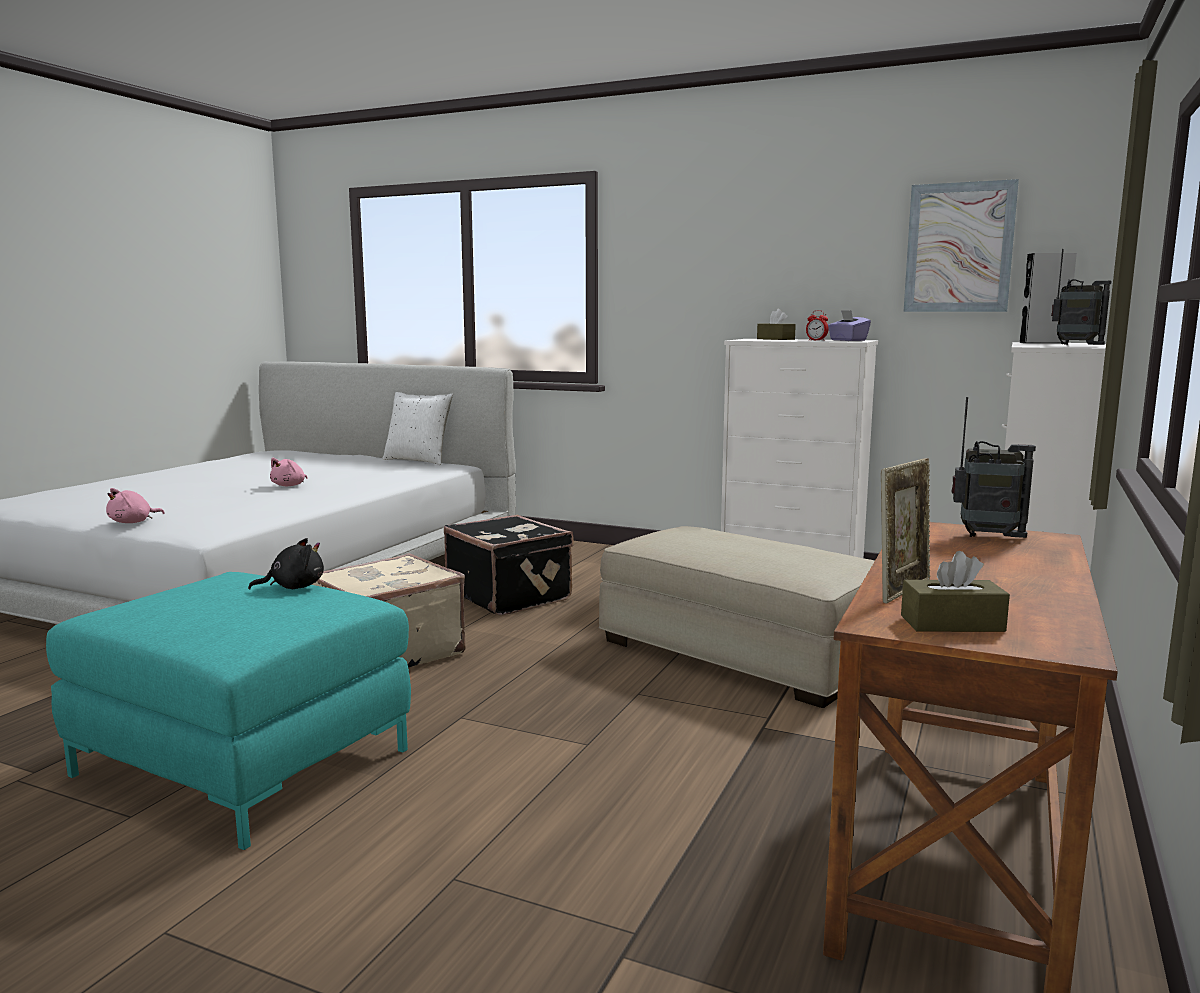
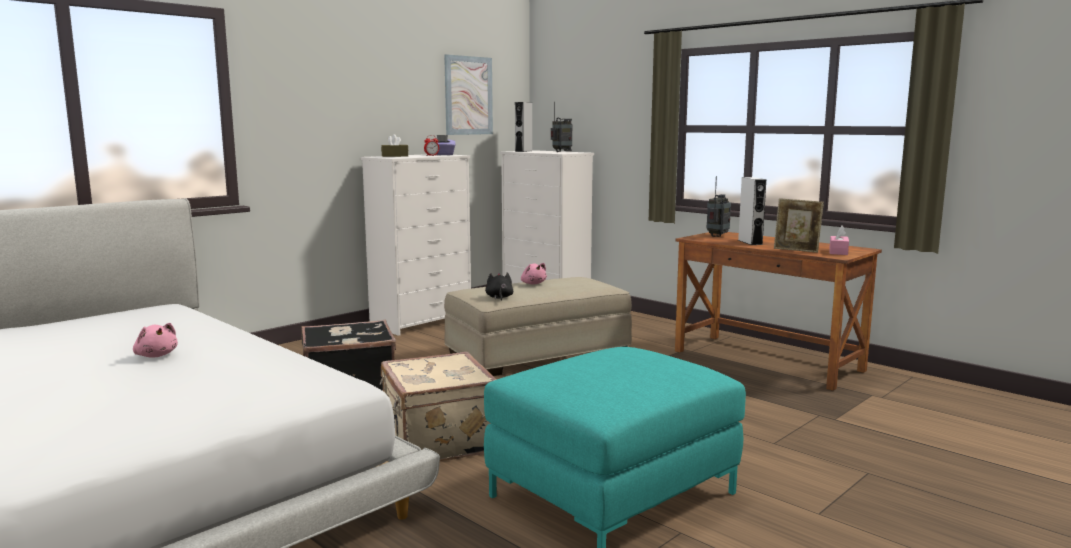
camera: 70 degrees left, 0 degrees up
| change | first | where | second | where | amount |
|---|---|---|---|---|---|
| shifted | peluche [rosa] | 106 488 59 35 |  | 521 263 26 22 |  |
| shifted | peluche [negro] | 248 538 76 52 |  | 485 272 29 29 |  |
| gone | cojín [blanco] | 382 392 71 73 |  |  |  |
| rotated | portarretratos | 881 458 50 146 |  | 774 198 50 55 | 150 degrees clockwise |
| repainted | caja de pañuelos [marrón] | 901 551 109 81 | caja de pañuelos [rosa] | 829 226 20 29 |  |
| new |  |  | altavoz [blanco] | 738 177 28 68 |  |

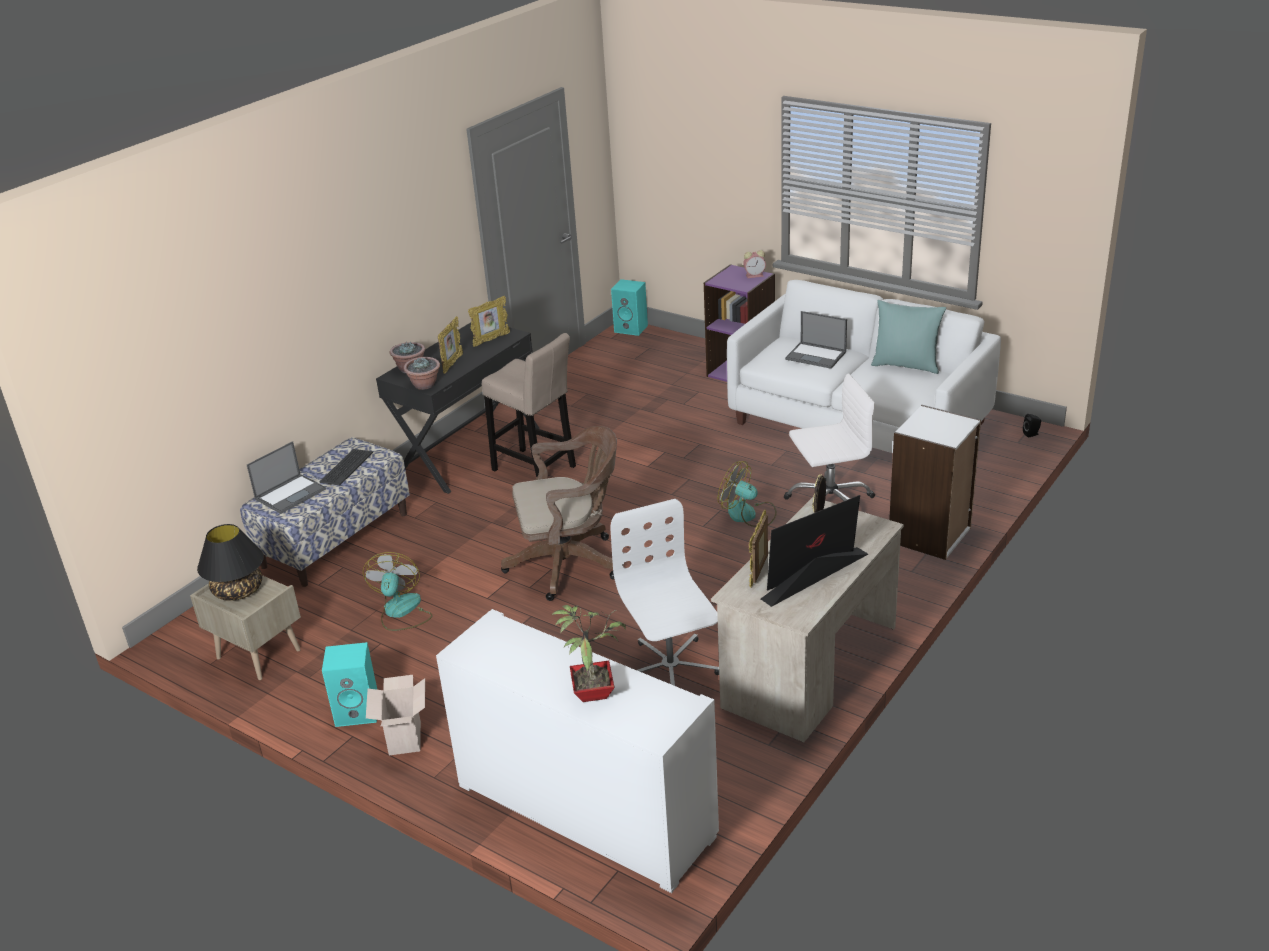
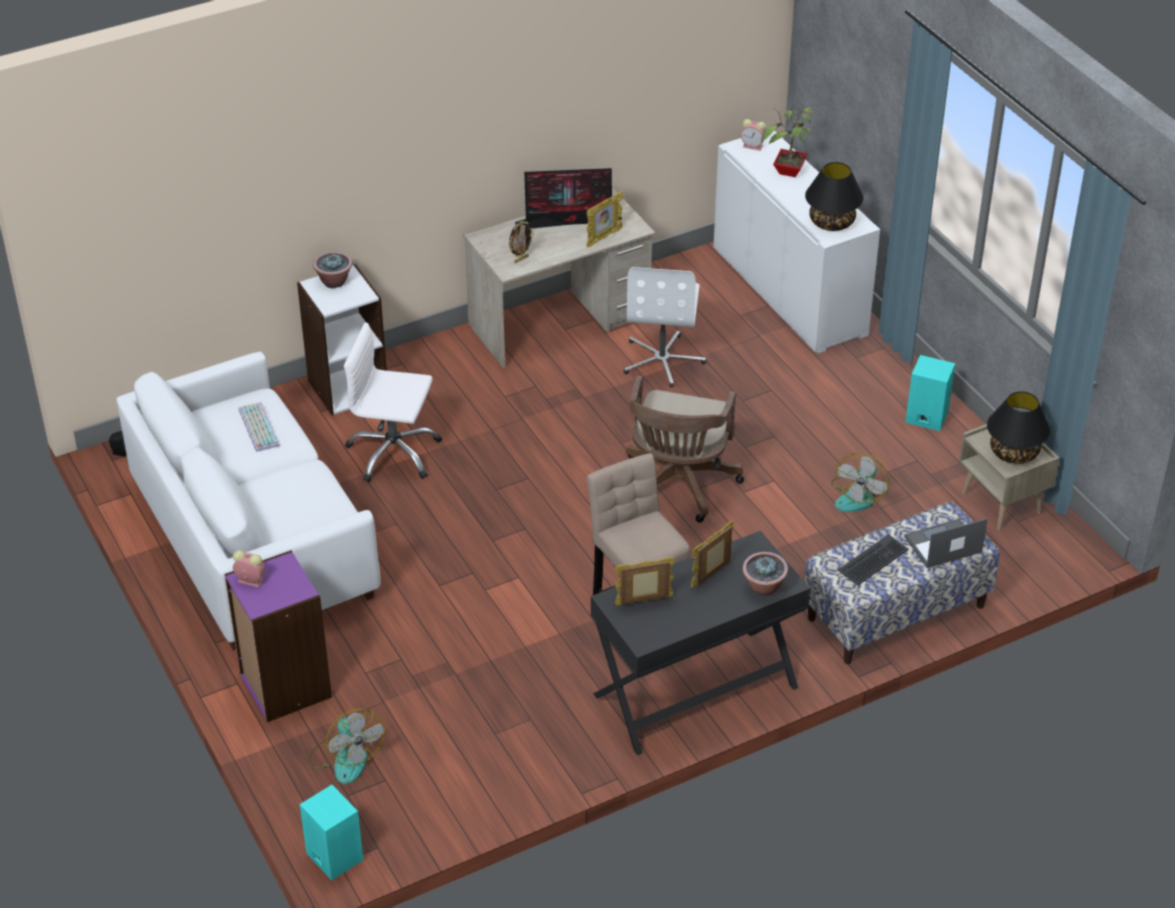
camera: 155 degrees left, 10 degrees up
| change | first | where | second | where | amount |
|---|---|---|---|---|---|
| gone | caja de cartón | 366 675 59 80 |  |  |  |
| shifted | planta en maceta | 404 357 36 33 |  | 313 252 39 36 |  |
| rotated | silla de oficina [marrón] | 501 426 116 175 |  | 626 375 118 148 | 90 degrees counterclockwise |
| shifted | ventilador | 717 461 60 66 |  | 307 709 78 75 |  |
| gone | portátil | 785 311 62 58 |  |  |  |
| gone | cojín [turquesa] | 871 300 75 74 |  |  |  |
| new |  |  | teclado | 239 402 41 50 |  |
| new |  |  | despertador | 741 119 25 32 |  |
| new |  |  | lámpara de mesa [negro] | 805 162 58 69 |  |

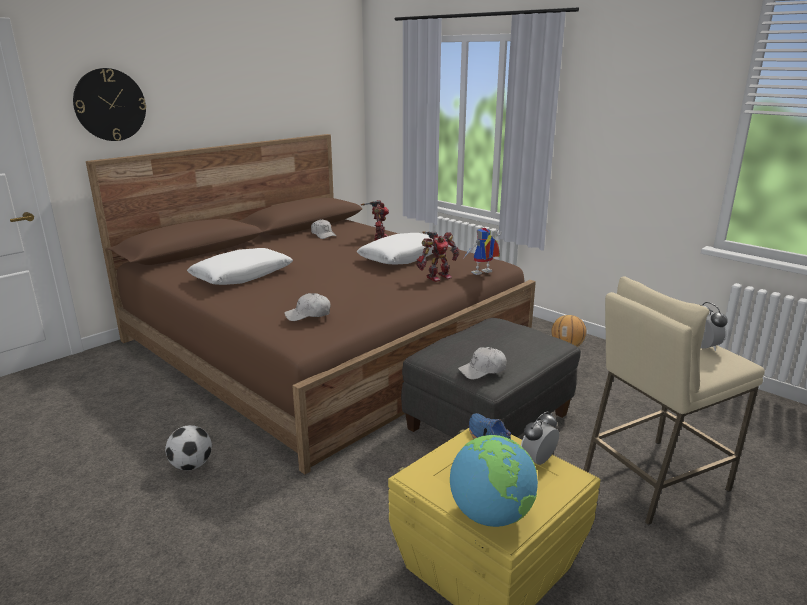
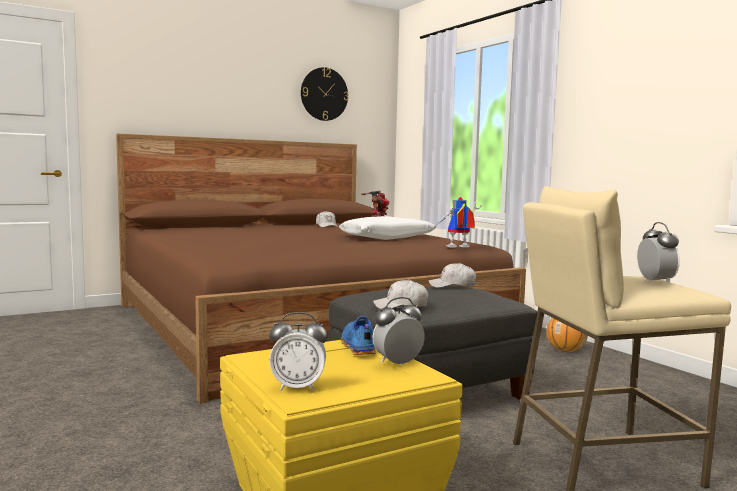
camera: 15 degrees right, 15 degrees down
| change | first | where | second | where | amount |
|---|---|---|---|---|---|
| shifted | reloj de pared | 73 68 73 73 |  | 301 67 48 54 |  |
| gone | balón de fútbol | 165 425 47 45 |  |  |  |
| gone | cojín [blanco] | 187 248 106 37 |  |  |  |
| shifted | gorra [blanco] | 284 293 46 28 |  | 428 263 48 25 |  |
| gone | robot de juguete | 417 231 42 51 |  |  |  |
| swapped | globo terráqueo | 450 435 88 92 | despertador | 269 312 59 79 |  |

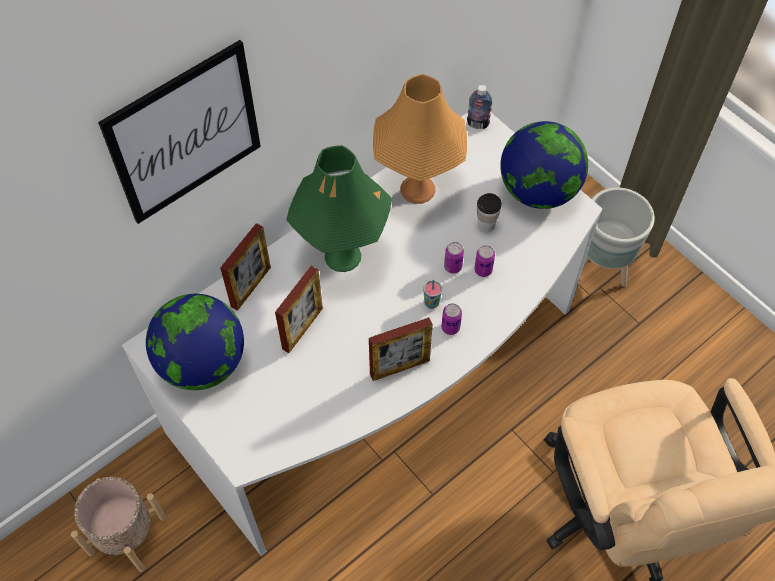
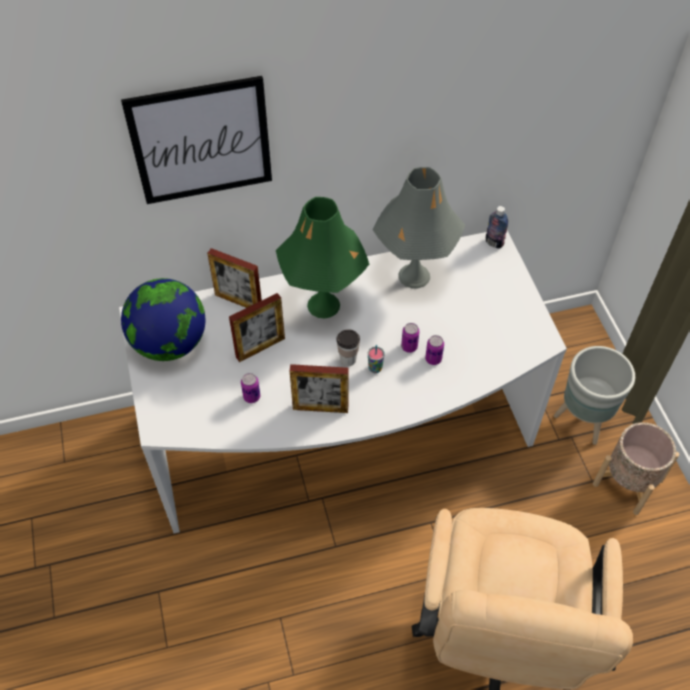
camera: 25 degrees right, 5 degrees down
| change | first | where | second | where | amount |
|---|---|---|---|---|---|
| shifted | maceta [beis] | 71 477 95 95 |  | 593 422 86 93 |  |
| rotated | portarretratos | 220 223 51 88 |  | 207 248 55 60 | 60 degrees clockwise |
| repainted | lámpara de mesa [naranja] | 373 74 94 130 | lámpara de mesa [gris] | 373 167 92 121 |  |
| shifted | lata | 441 303 21 32 |  | 241 373 19 30 |  |
| shifted | taza | 477 193 25 39 |  | 336 329 24 37 |  |
| gone | globo terráqueo | 500 121 88 88 |  |  |  |

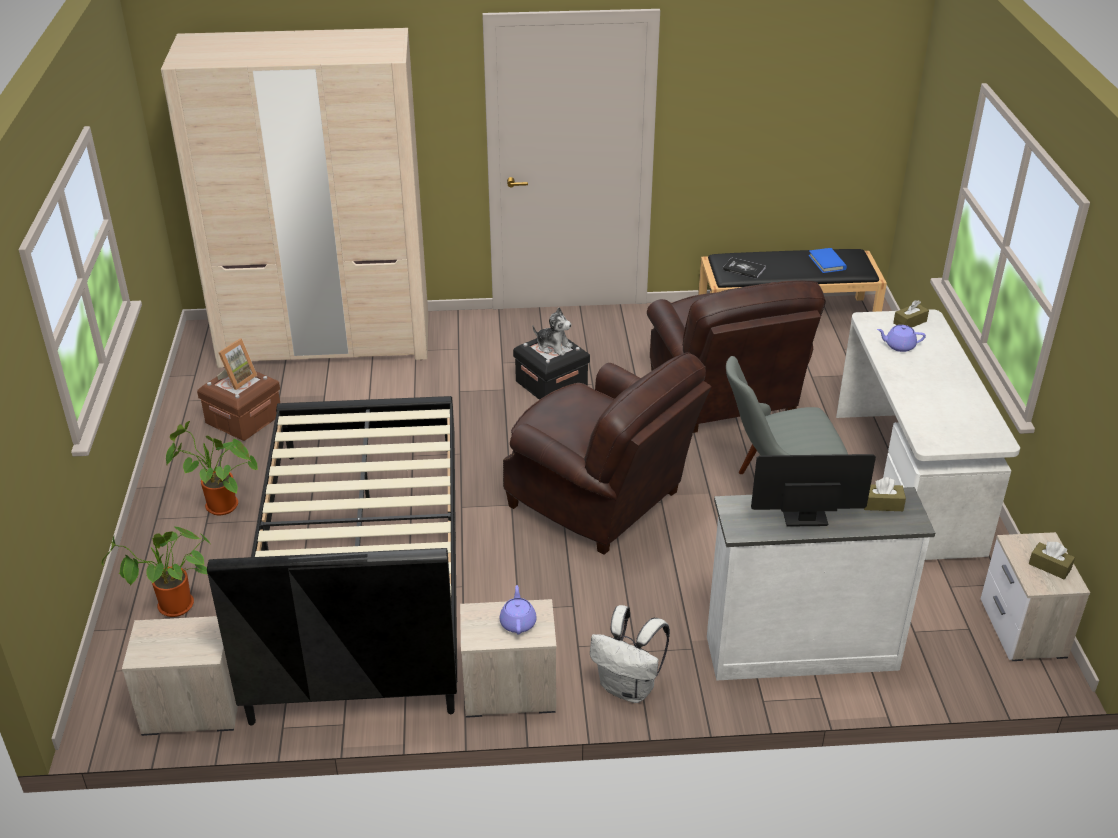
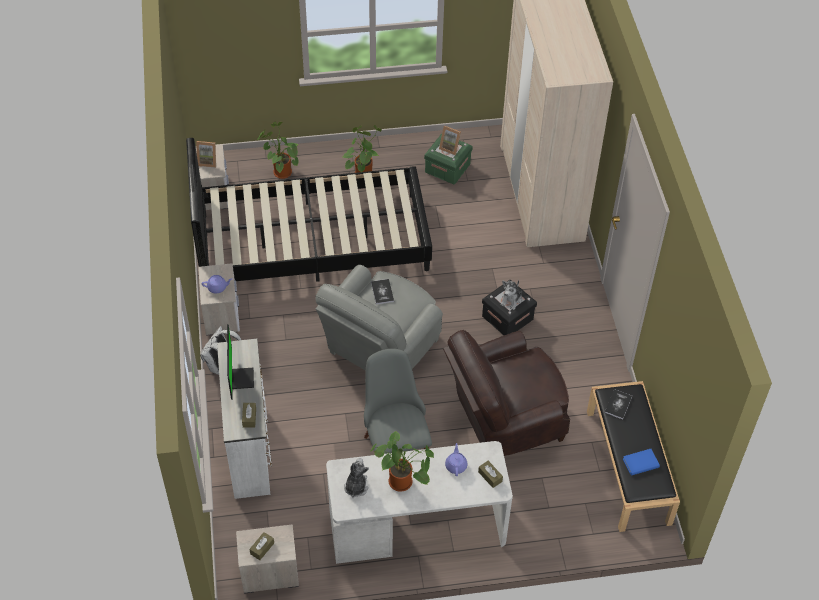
camera: 85 degrees right, 15 degrees up
| change | first | where | second | where | amount |
|---|---|---|---|---|---|
| repainted | caja de almacenaje [marrón] | 197 371 83 70 | caja de almacenaje [verde] | 424 134 49 50 |  |
| repainted | sillón [marrón] | 503 352 209 203 | sillón [gris] | 315 265 128 106 |  |
| new |  |  | portarretratos | 196 141 20 27 |  |
| new |  |  | peluche | 344 458 25 40 |  |
| new |  |  | planta en maceta | 370 431 64 61 |  |
| new |  |  | libro | 371 279 23 25 |  |

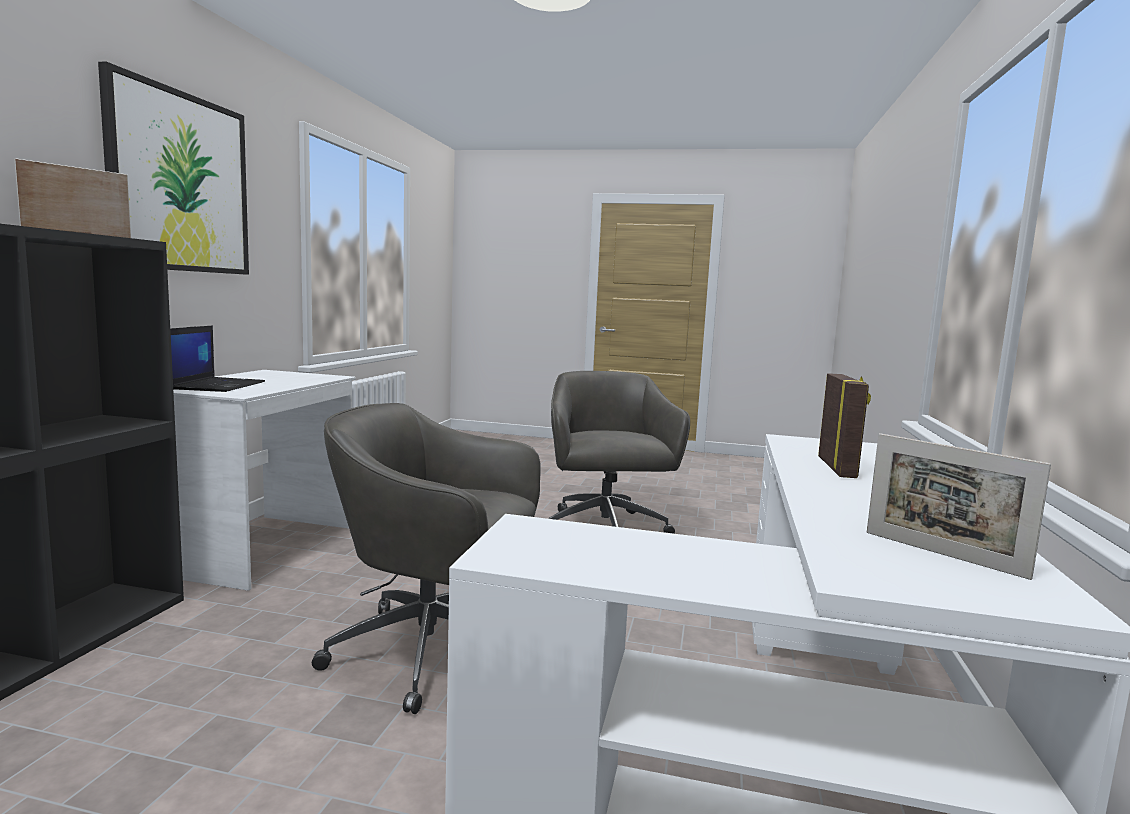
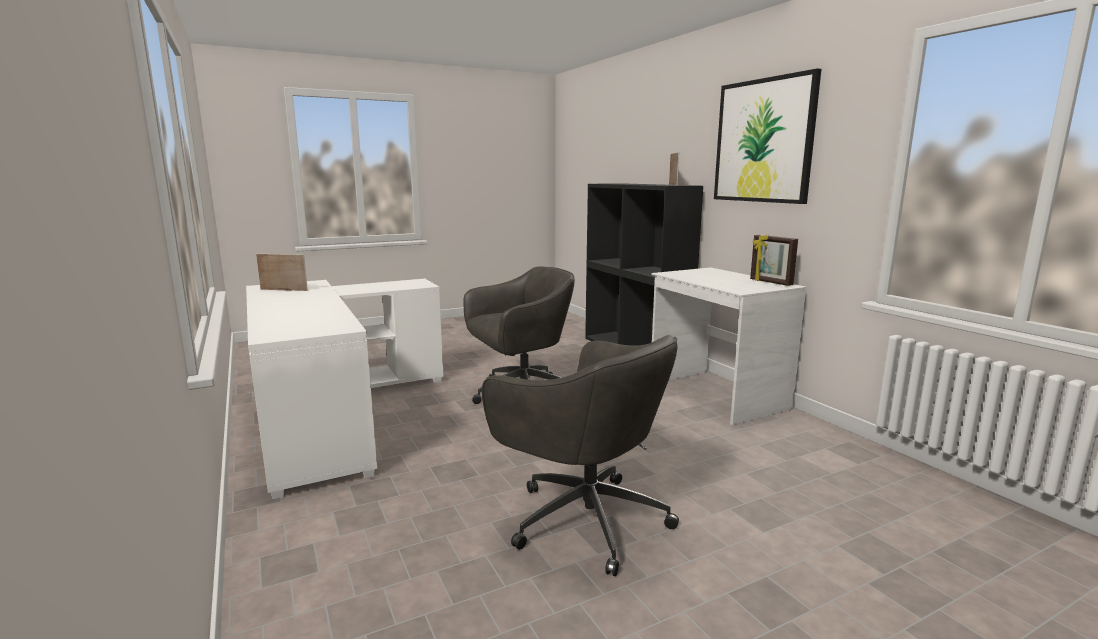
camera: 140 degrees right, 5 degrees up
| change | first | where | second | where | amount |
|---|---|---|---|---|---|
| gone | portátil | 170 325 95 67 |  |  |  |
| shifted | portarretratos | 818 373 53 105 |  | 750 235 48 51 |  |

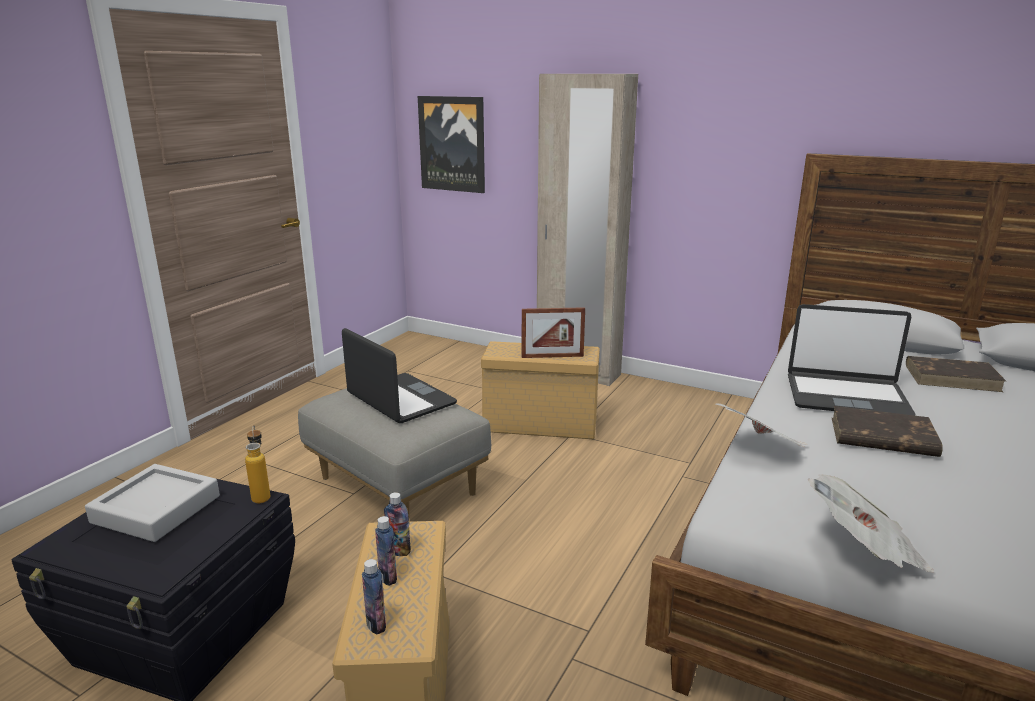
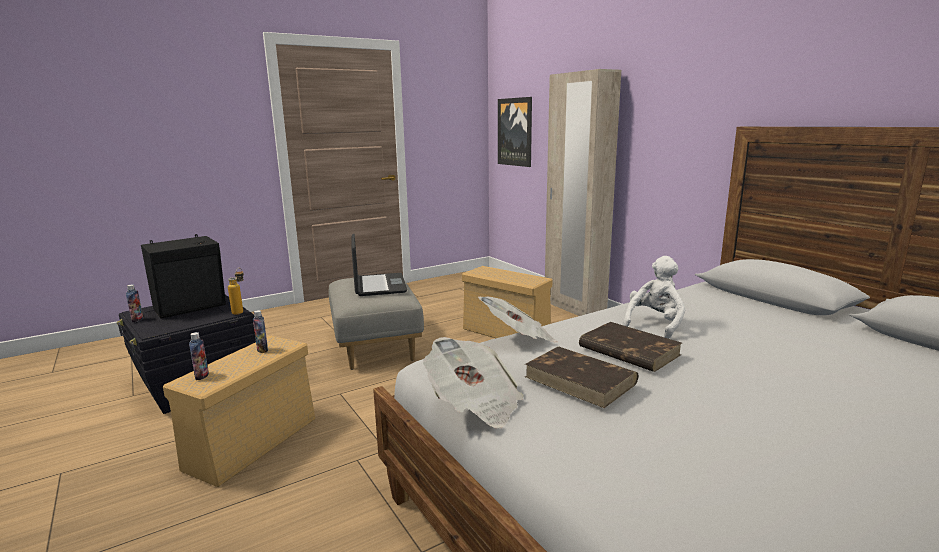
camera: 30 degrees right, 5 degrees down
| change | first | where | second | where | amount |
|---|---|---|---|---|---|
| swapped | bandeja [gris] | 85 464 135 78 | altavoz [negro] | 141 234 85 85 |  |
| shifted | botella | 375 516 22 70 |  | 126 285 17 37 |  |
| gone | portarretratos | 522 307 63 51 |  |  |  |
| swapped | portátil | 788 304 128 112 | peluche [blanco] | 622 256 63 83 |  |
| shifted | libro [marrón] | 906 356 100 36 |  | 525 347 114 61 |  |

